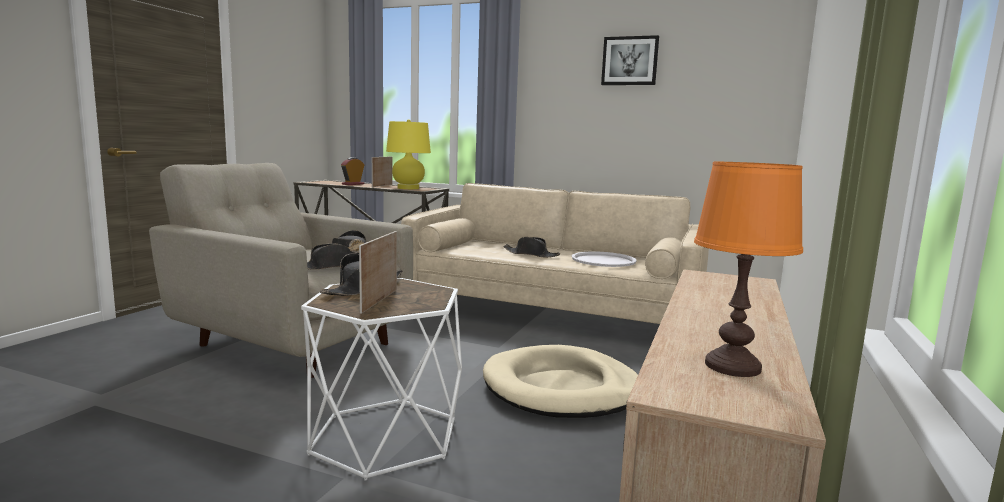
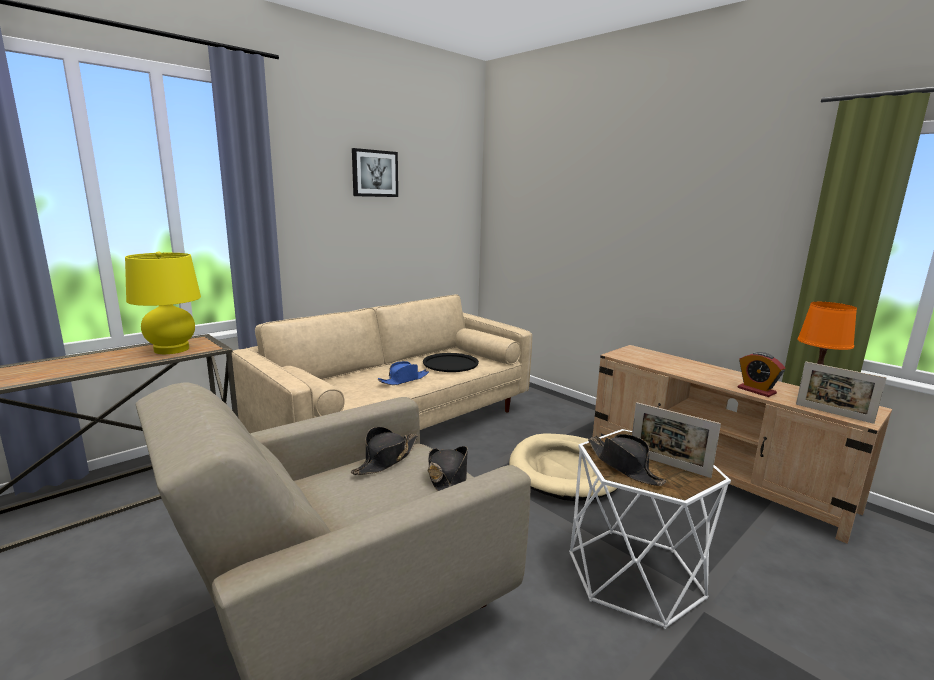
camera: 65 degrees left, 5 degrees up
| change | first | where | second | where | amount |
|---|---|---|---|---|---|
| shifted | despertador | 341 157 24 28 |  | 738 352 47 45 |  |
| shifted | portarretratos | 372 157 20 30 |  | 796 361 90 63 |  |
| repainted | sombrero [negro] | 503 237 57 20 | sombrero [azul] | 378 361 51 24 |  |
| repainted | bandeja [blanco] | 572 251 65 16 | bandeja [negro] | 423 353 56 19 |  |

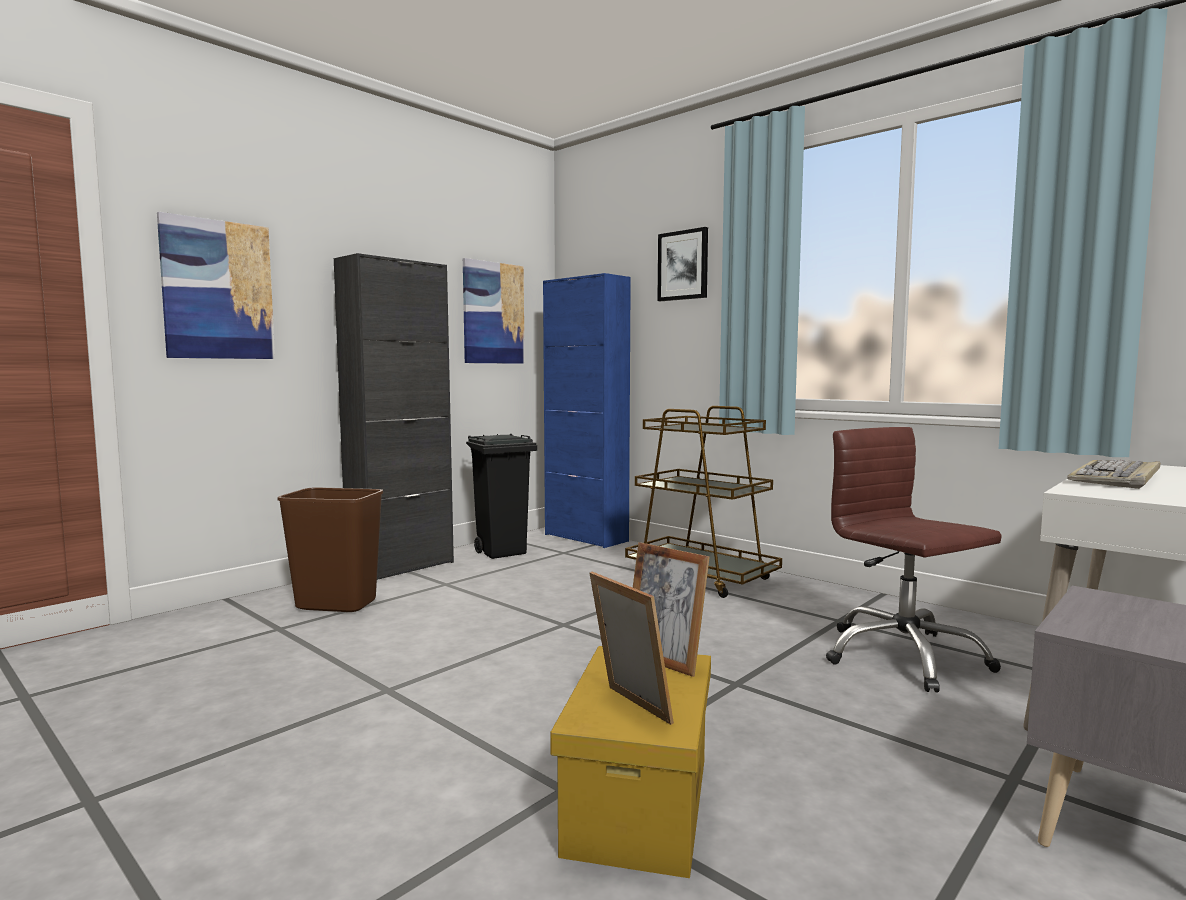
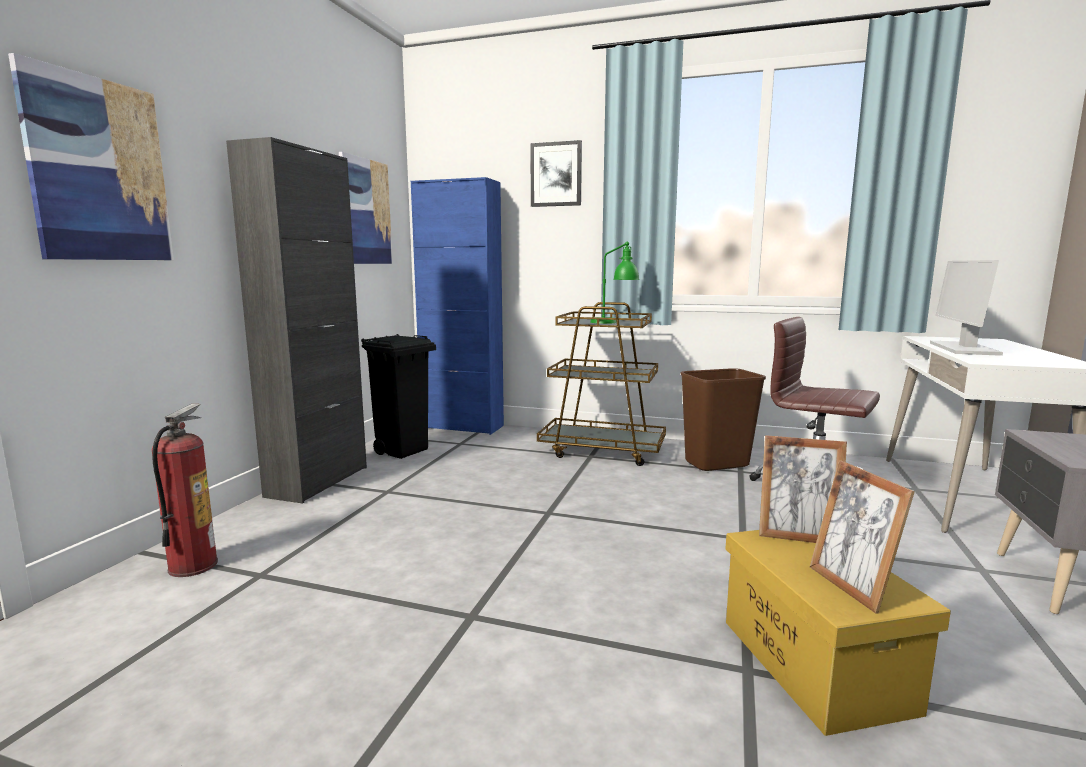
camera: 25 degrees left, 5 degrees up
| change | first | where | second | where | amount |
|---|---|---|---|---|---|
| shifted | papelera [marrón] | 278 487 105 125 |  | 680 368 86 103 |  |
| rotated | portarretratos | 590 571 84 154 |  | 810 460 105 154 | 135 degrees counterclockwise |
| swapped | teclado | 1067 459 94 30 | monitor | 930 260 73 96 |  |
| new |  |  | extintor | 151 403 67 174 |  |
| new |  |  | lámpara de mesa [verde] | 590 242 49 82 |  |

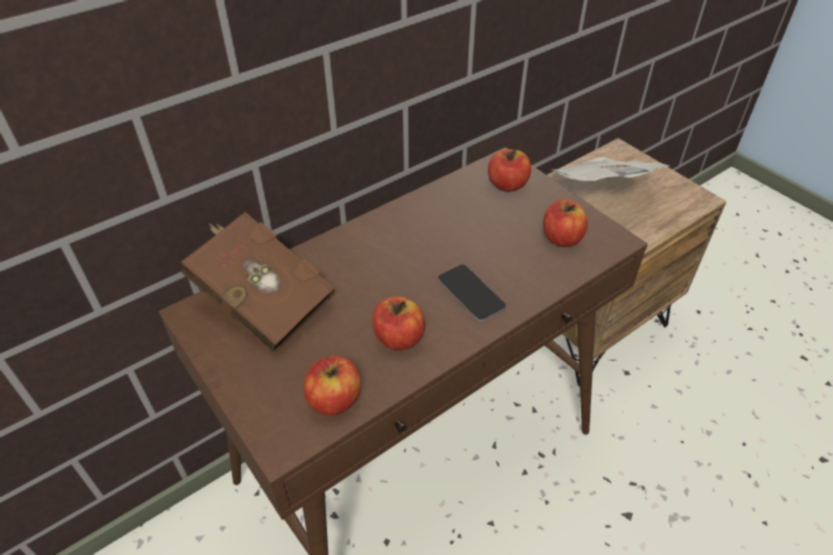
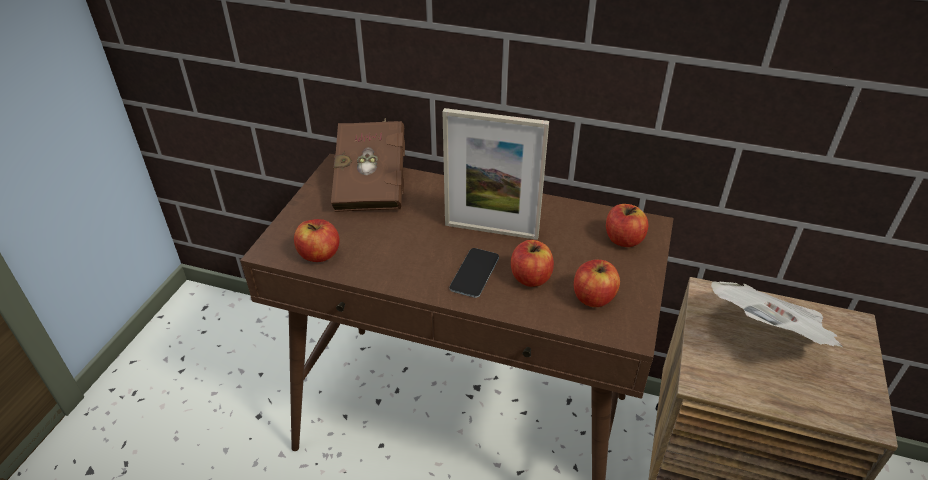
camera: 55 degrees right, 5 degrees down
| change | first | where | second | where | amount |
|---|---|---|---|---|---|
| shifted | manzana | 372 297 53 53 |  | 511 240 43 47 |  |
| new |  |  | portarretratos | 442 108 107 132 |  |

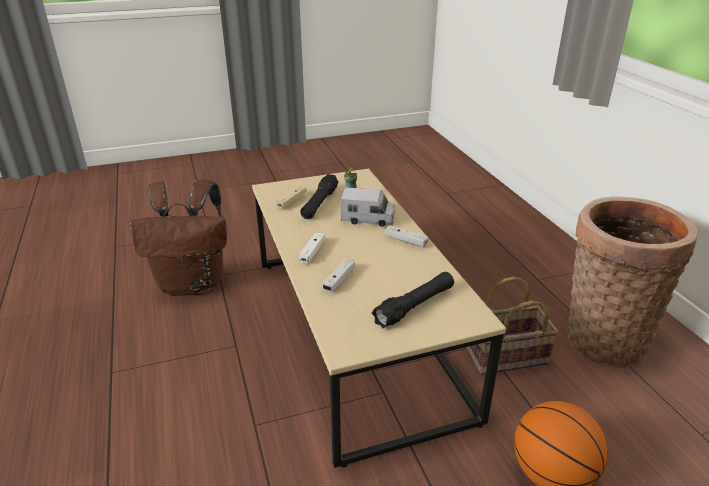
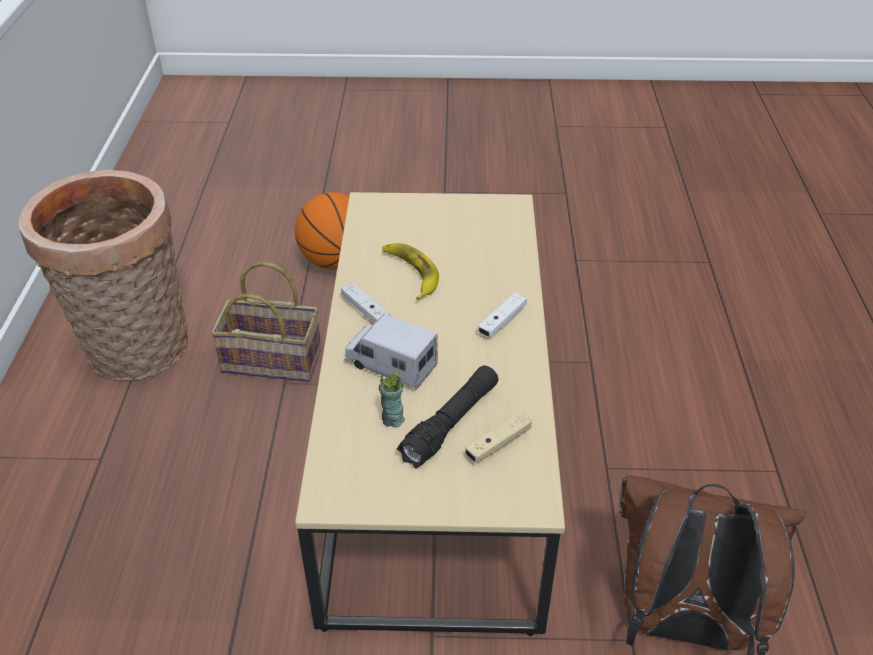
camera: 160 degrees left, 10 degrees up
| change | first | where | second | where | amount |
|---|---|---|---|---|---|
| gone | mando de consola [blanco] | 322 259 33 32 |  |  |  |
| gone | linterna [negro] | 372 272 82 56 |  |  |  |
| new |  |  | plátano | 382 243 57 57 |  |

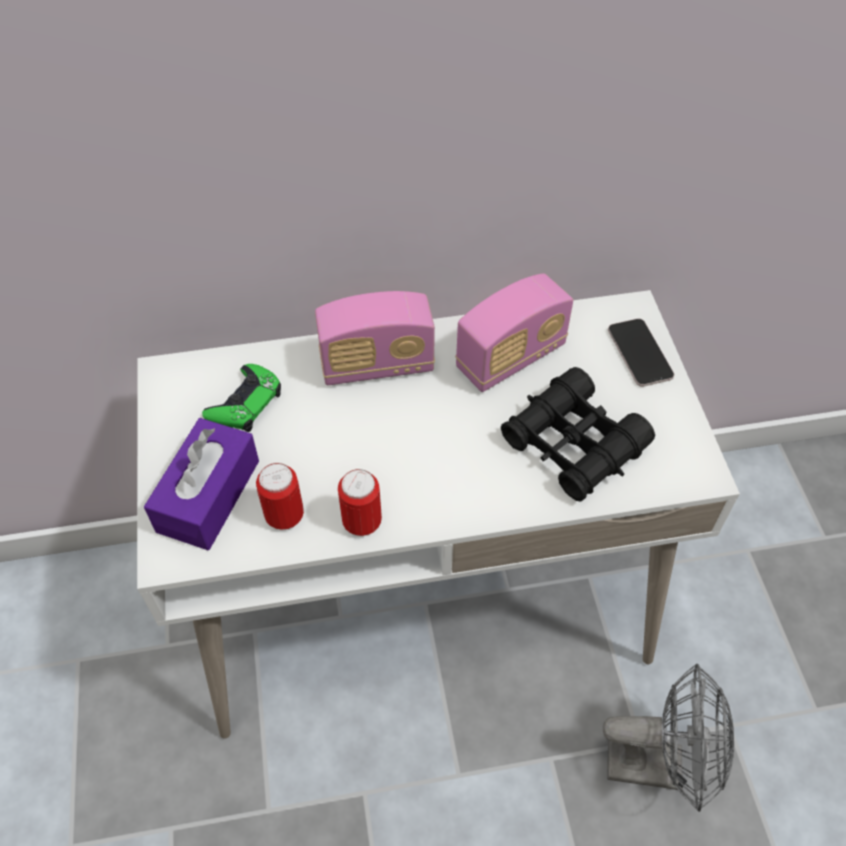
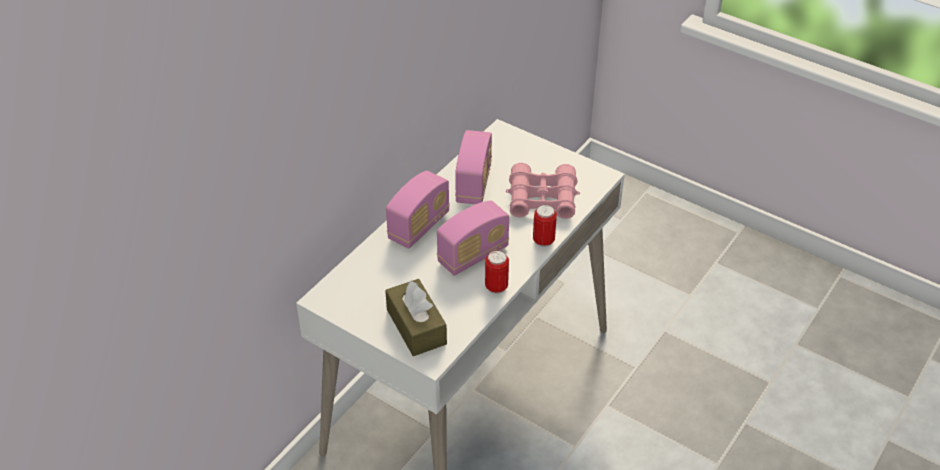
camera: 45 degrees left, 10 degrees down
| change | first | where | second | where | amount |
|---|---|---|---|---|---|
| repainted | caja de pañuelos [morado] | 144 418 115 132 | caja de pañuelos [marrón] | 385 279 62 77 |  |
| gone | mando de consola [verde] | 202 364 79 68 |  |  |  |
| shifted | lata | 256 463 48 67 |  | 533 204 24 43 |  |
| repainted | prismáticos [negro] | 501 367 154 135 | prismáticos [rosa] | 506 163 74 56 |  |
| gone | ventilador [gris] | 603 664 131 148 |  |  |  |
| gone | móvil | 608 318 66 69 |  |  |  |
| new |  |  | radio | 437 201 72 75 |  |

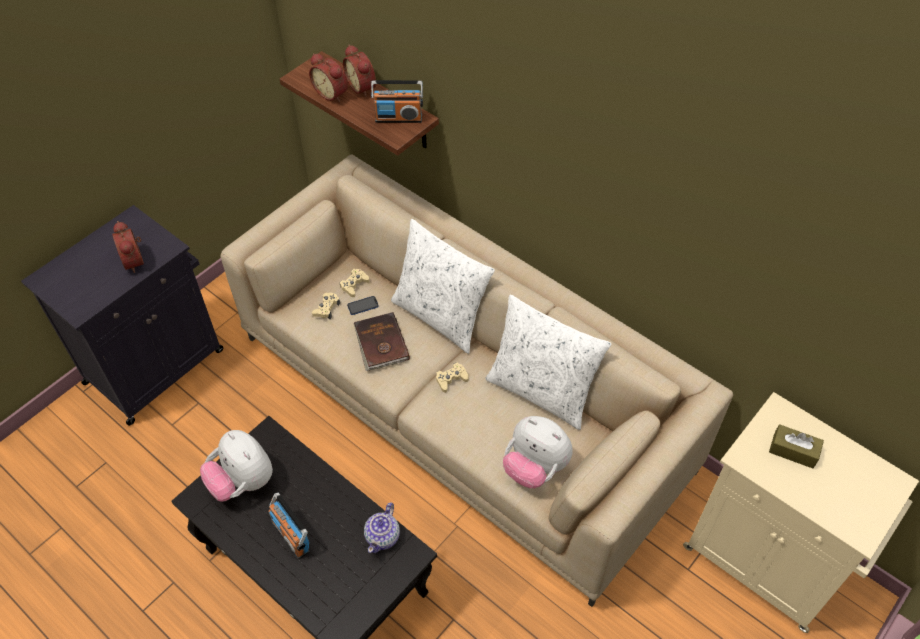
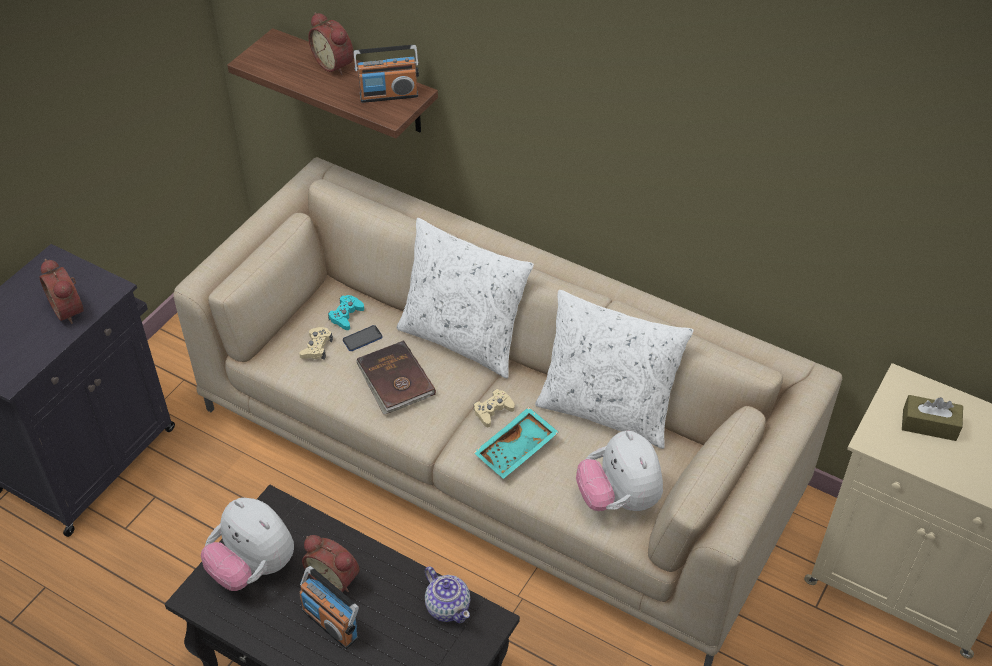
camera: 10 degrees left, 5 degrees down
| change | first | where | second | where | amount |
|---|---|---|---|---|---|
| shifted | despertador | 309 53 39 49 |  | 302 535 58 57 |  |
| repainted | mando de consola [beis] | 340 269 29 28 | mando de consola [turquesa] | 328 295 36 35 |  |
| rotated | tetera | 364 502 36 51 |  | 425 566 45 57 | 45 degrees counterclockwise |
| rotated | peluche | 503 416 70 72 |  | 576 431 87 80 | 45 degrees clockwise |
| new |  |  | bandeja [turquesa] | 473 407 86 72 |  |

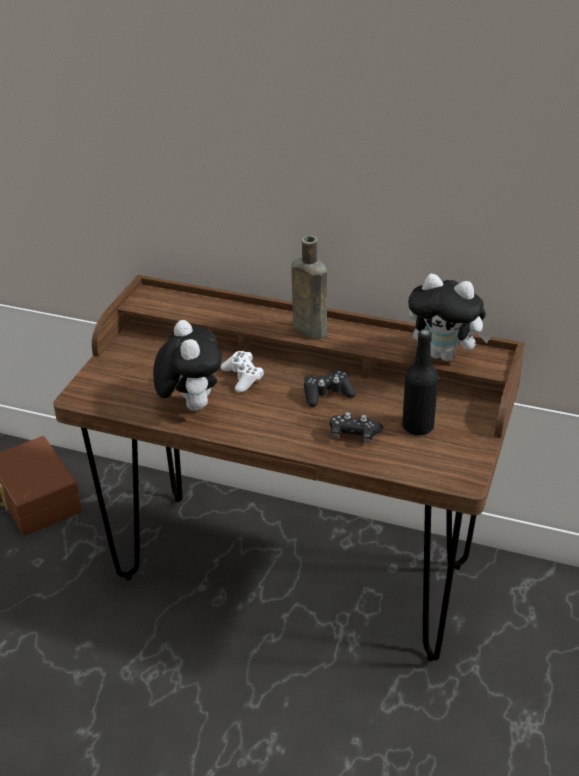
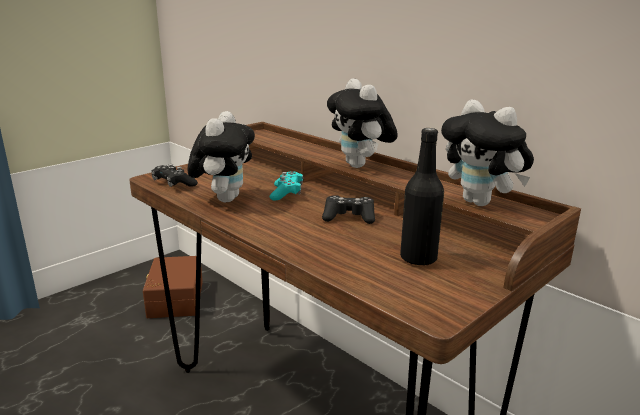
camera: 25 degrees right, 15 degrees down
| change | first | where | second | where | amount |
|---|---|---|---|---|---|
| repainted | mando de consola [blanco] | 221 351 43 42 | mando de consola [turquesa] | 270 171 33 30 |  |
| swapped | botella [marrón] | 292 235 35 105 | peluche | 327 79 71 89 |  |
| shifted | mando de consola [negro] | 329 412 54 31 |  | 151 164 47 23 |  |

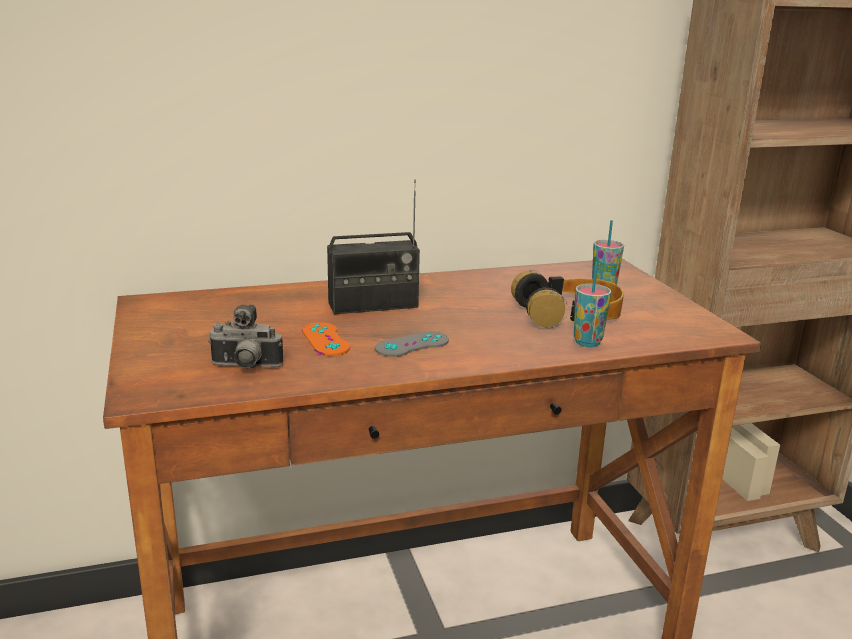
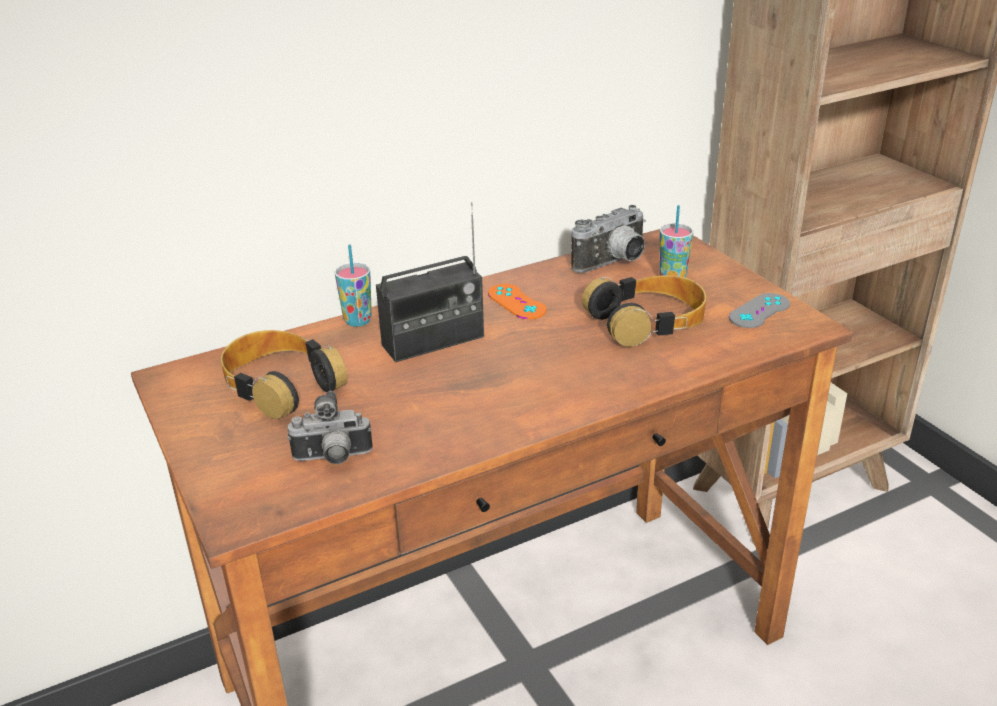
camera: 10 degrees left, 10 degrees up
| change | first | where | second | where | amount |
|---|---|---|---|---|---|
| shifted | mando de consola [naranja] | 302 322 48 34 |  | 488 284 58 35 |  |
| shifted | mando de consola [gris] | 375 331 74 26 |  | 729 293 61 35 |  |
| shifted | taza | 574 262 37 85 |  | 335 245 37 82 |  |
| new |  |  | auriculares | 221 330 126 89 |  |
| new |  |  | cámara | 571 205 75 68 |  |

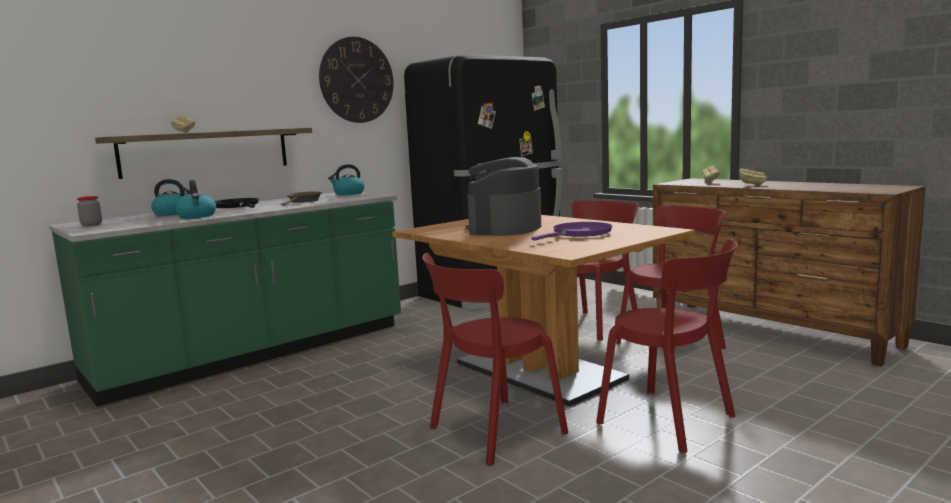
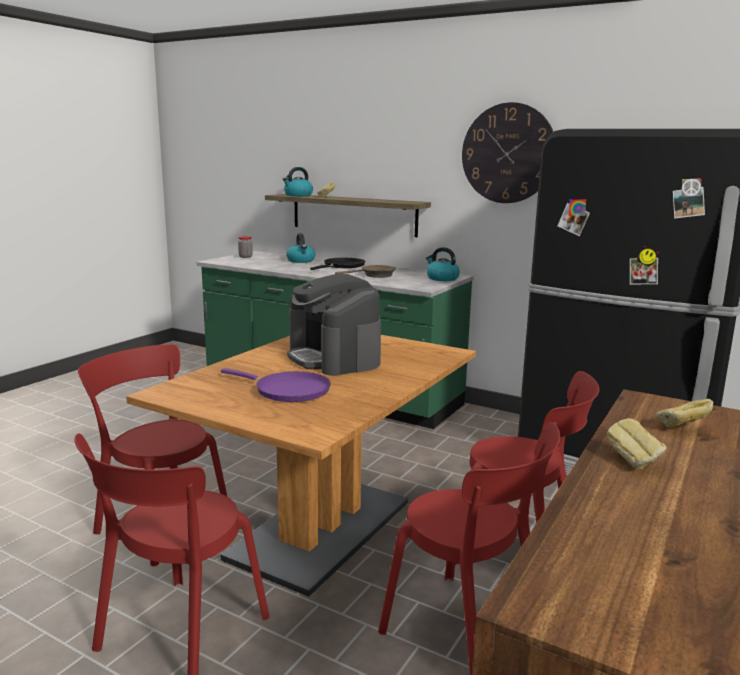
camera: 70 degrees right, 5 degrees up
| change | first | where | second | where | amount |
|---|---|---|---|---|---|
| shifted | hervidor | 175 180 41 38 |  | 283 167 30 29 |  |
| rotated | cafetera | 466 157 75 79 |  | 287 274 94 102 | 120 degrees counterclockwise |

